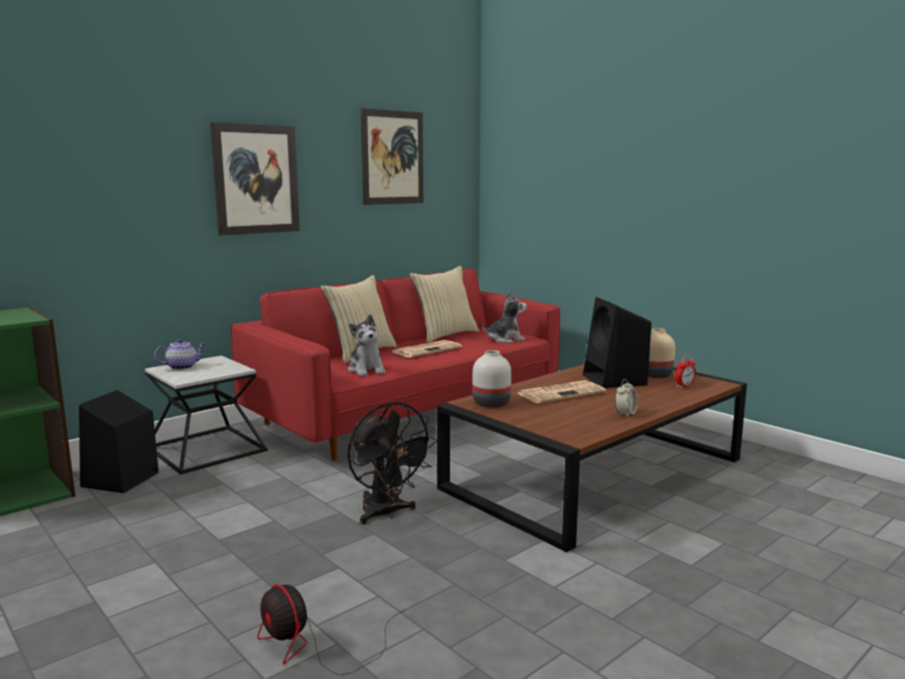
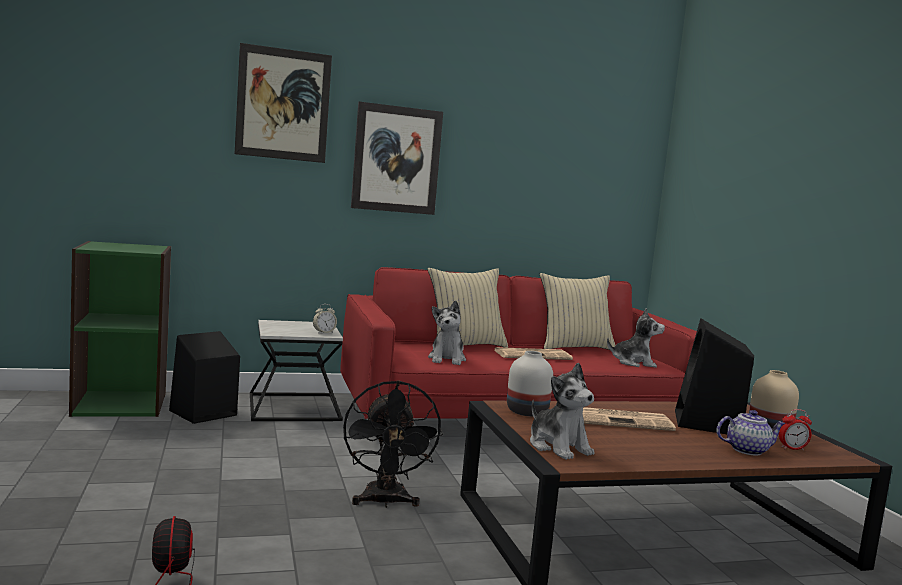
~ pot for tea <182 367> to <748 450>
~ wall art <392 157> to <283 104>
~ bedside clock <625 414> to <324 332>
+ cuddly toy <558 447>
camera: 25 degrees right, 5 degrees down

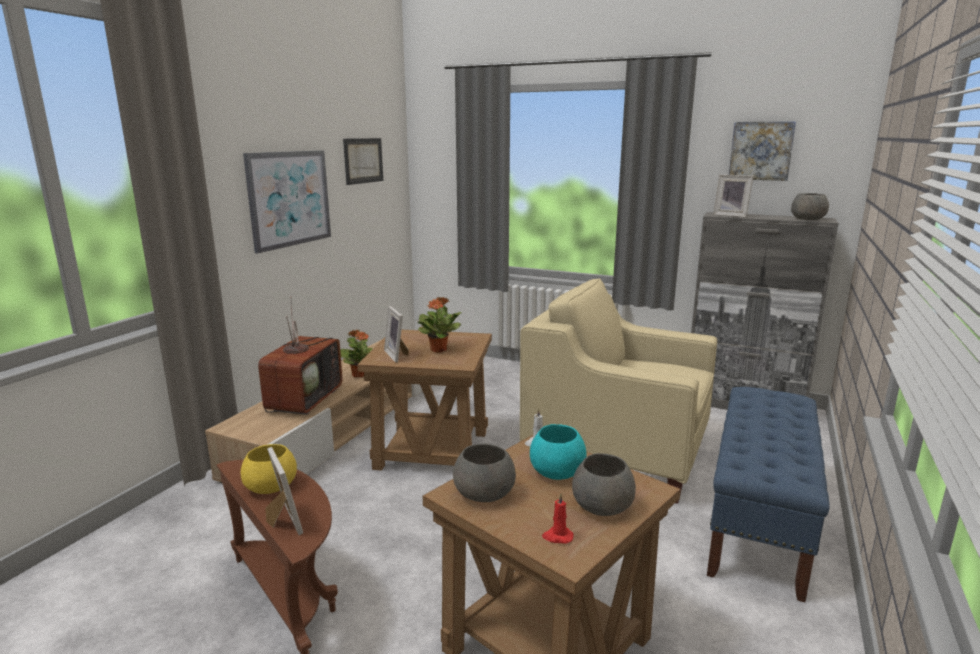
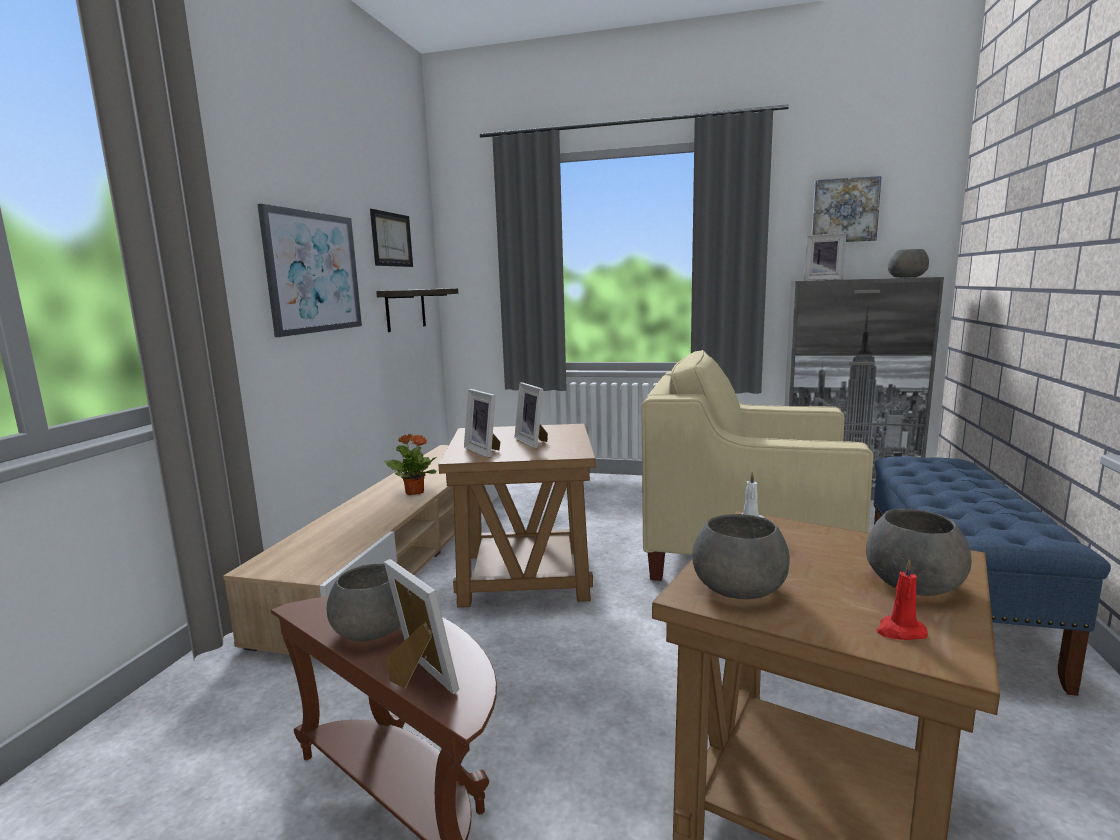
~ deep dish (yellowish) <272 486> to deep dish (greyish) <374 628>
- television <304 399>
~ potted plant <439 349> to picture frame <533 442>
- deep dish (turquoise-coloured) <556 472>
+ shelf <405 309>
camera: 10 degrees left, 5 degrees down

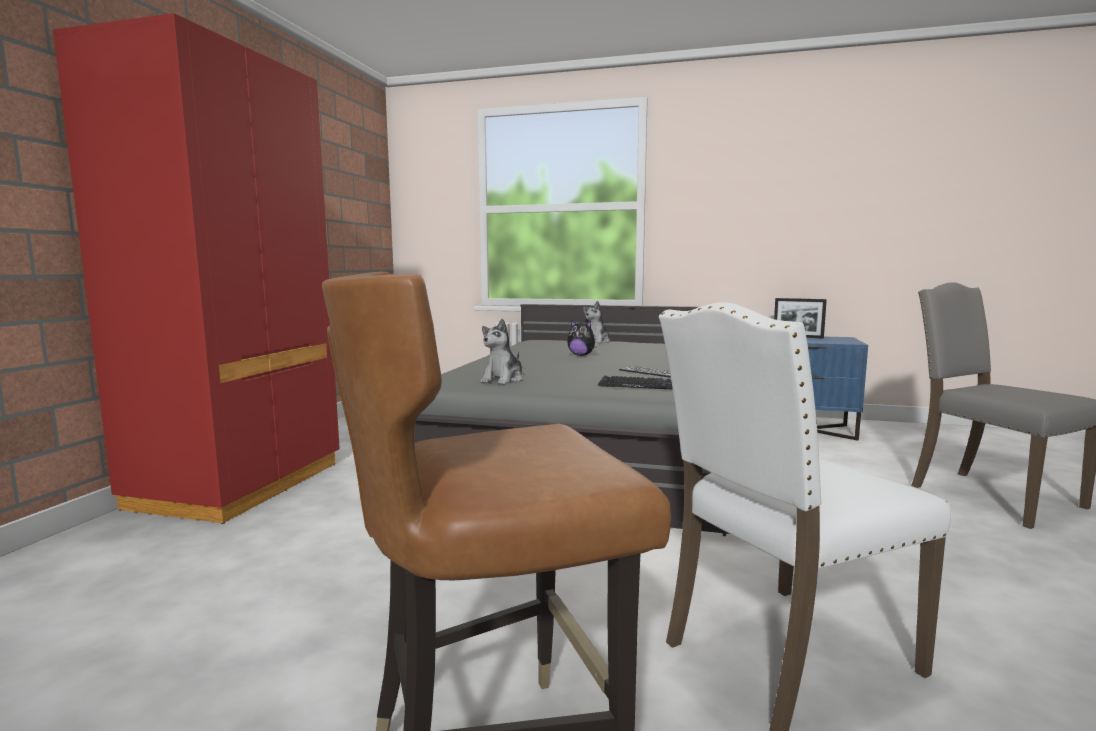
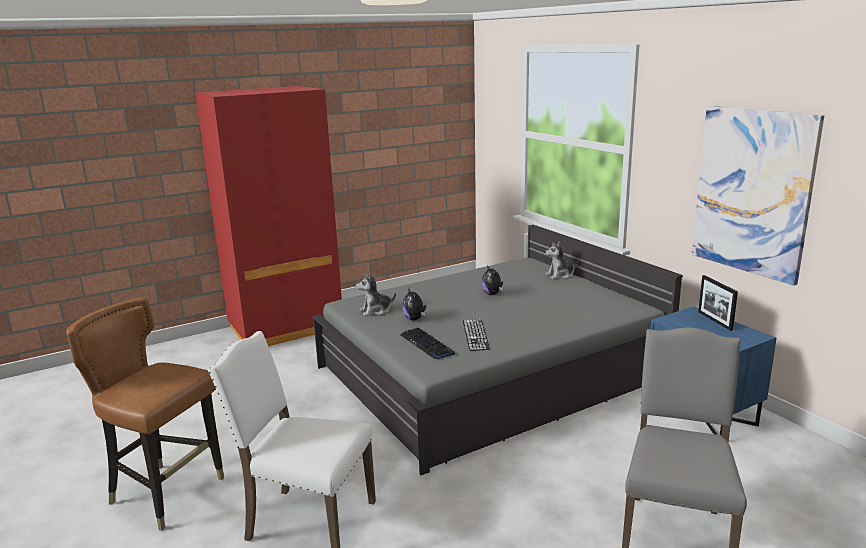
+ cuddly toy <414 319>
+ wall art <752 192>
camera: 45 degrees right, 10 degrees up

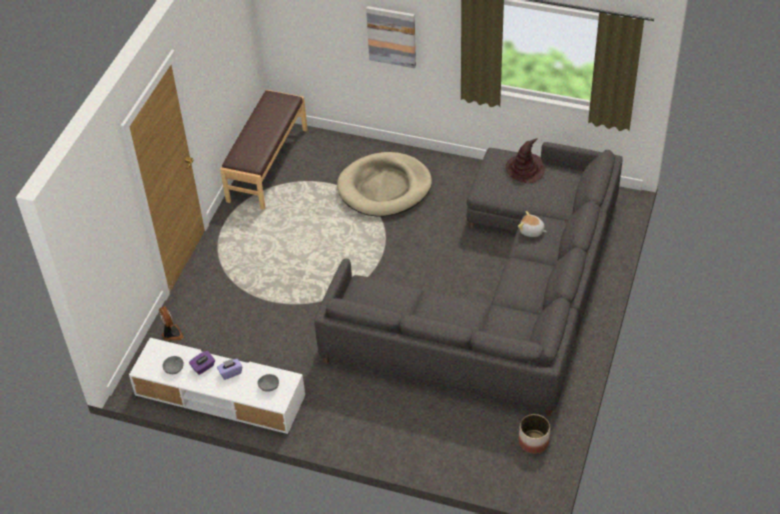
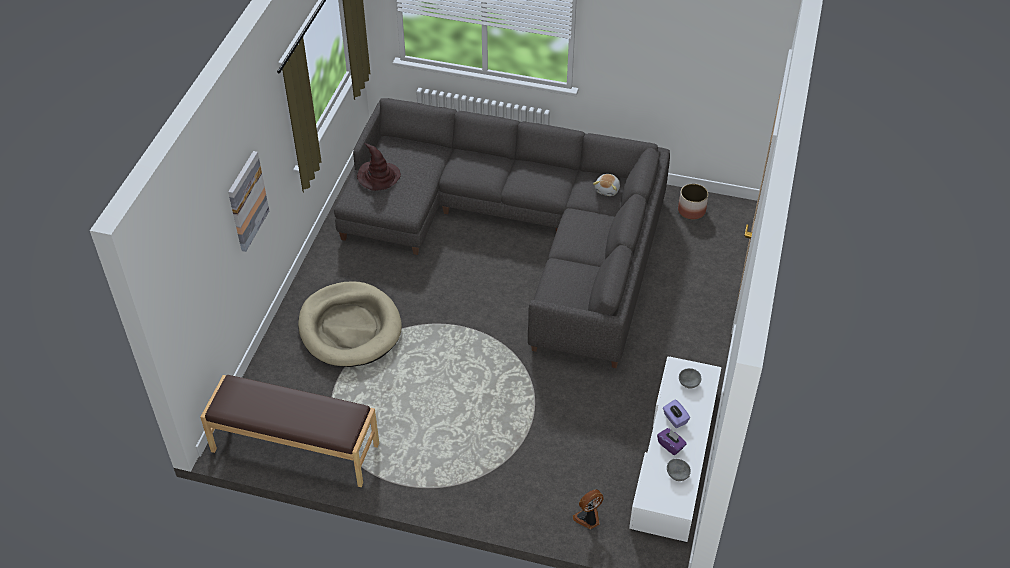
~ cuddly toy <531 231> to <607 190>
camera: 95 degrees left, 0 degrees up

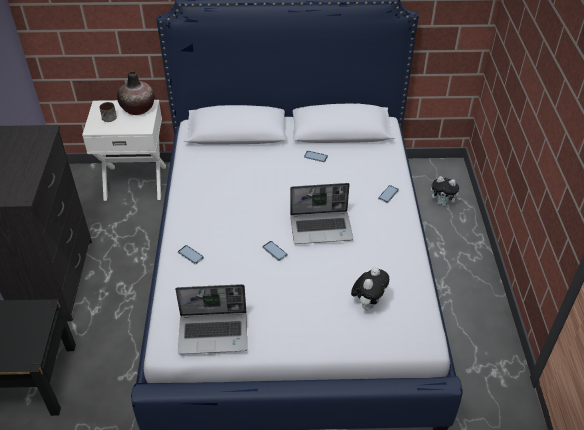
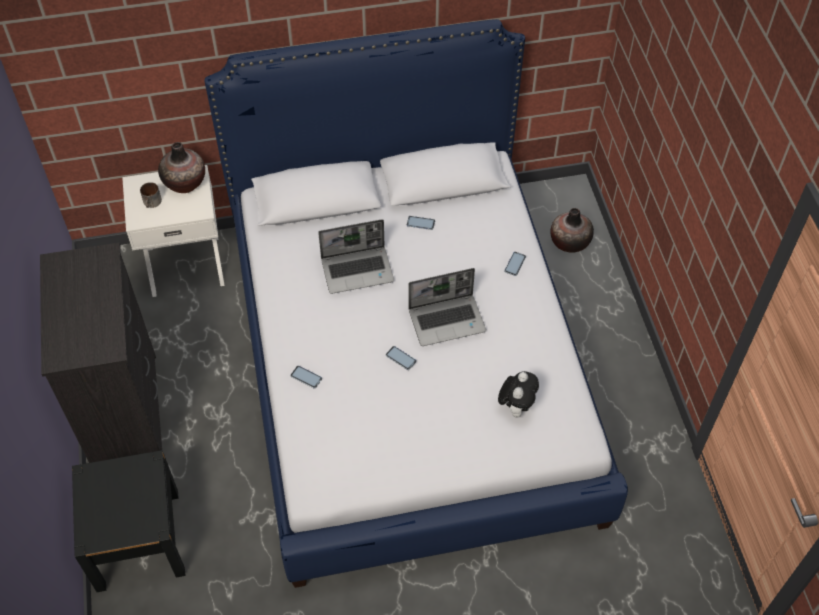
~ notebook computer <214 333> to <358 270>
~ cuddly toy <443 203> to vase <569 242>
camera: 10 degrees left, 10 degrees up

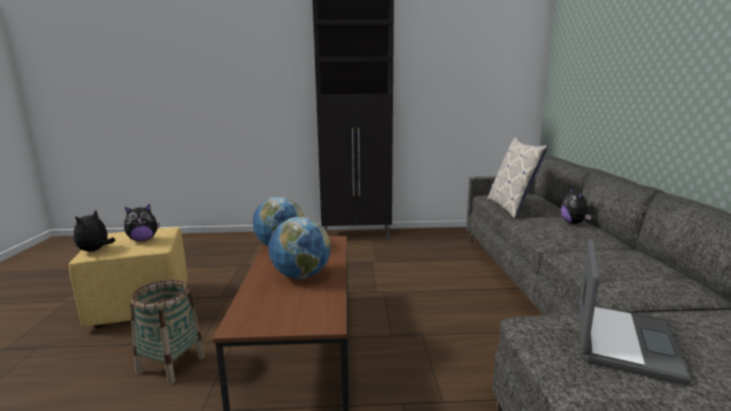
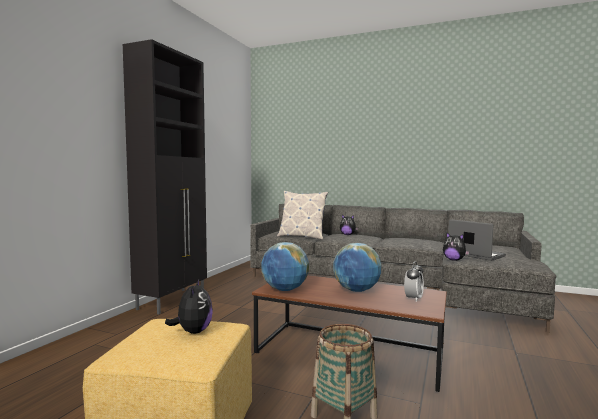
~ cuddly toy <95 250> to <454 260>
+ bedside clock <413 298>
camera: 65 degrees left, 10 degrees down

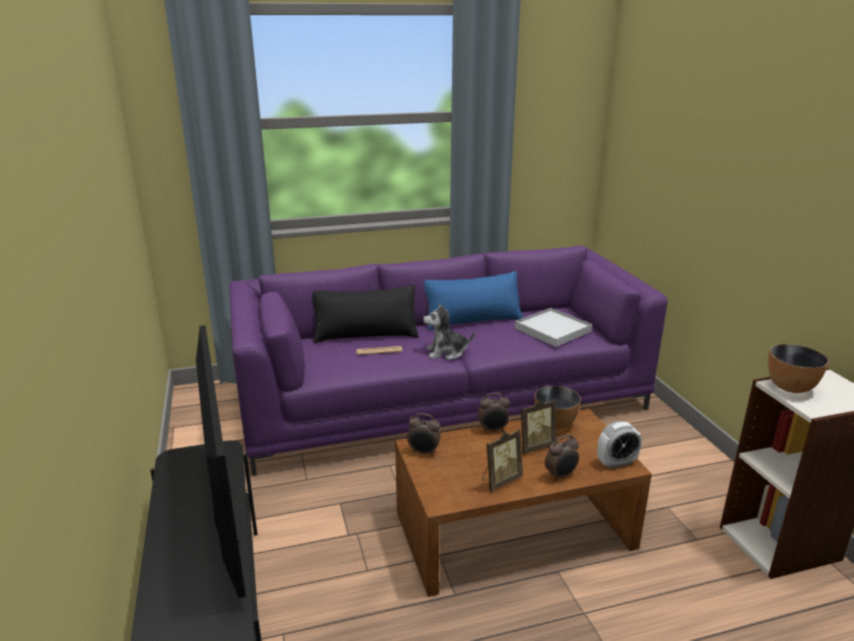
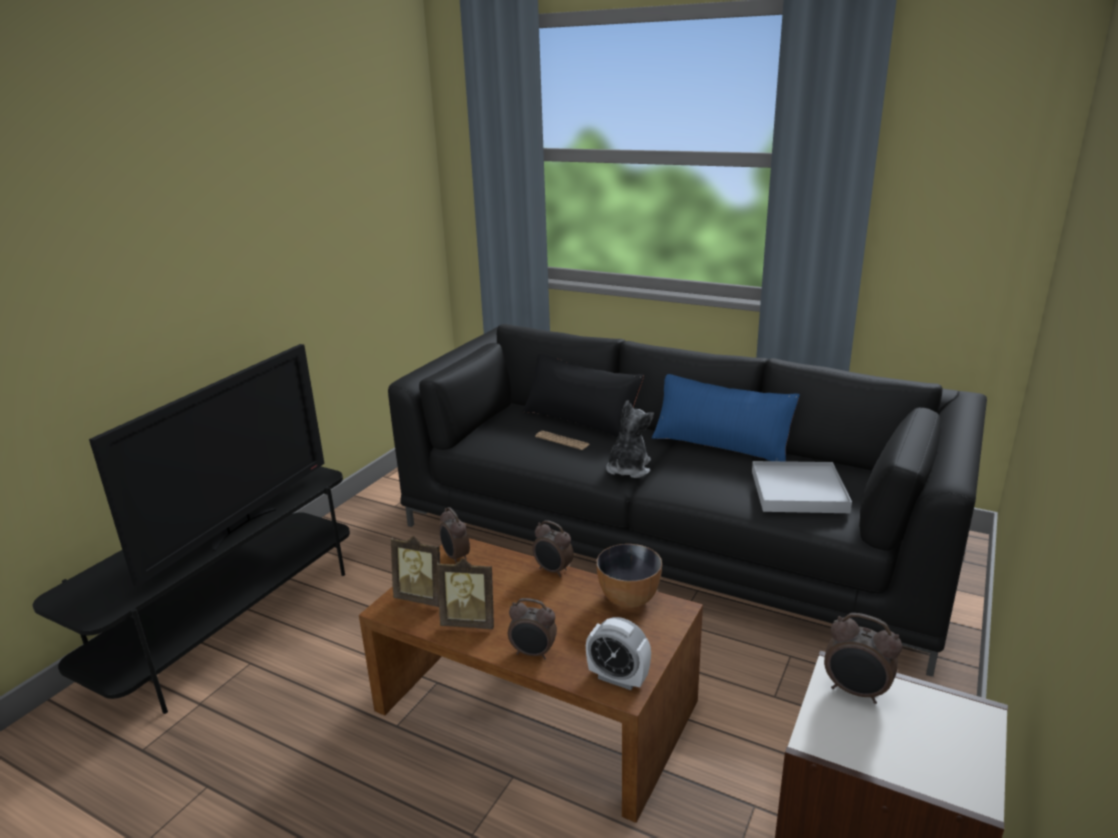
~ couch (purple) <442 400> to couch (blackish) <668 537>
~ cuddly toy <446 352> = <628 468> 75 degrees clockwise
~ picture frame <534 446> to <422 597>
~ deep dish <790 387> to bedside clock <856 692>
camera: 45 degrees right, 0 degrees up

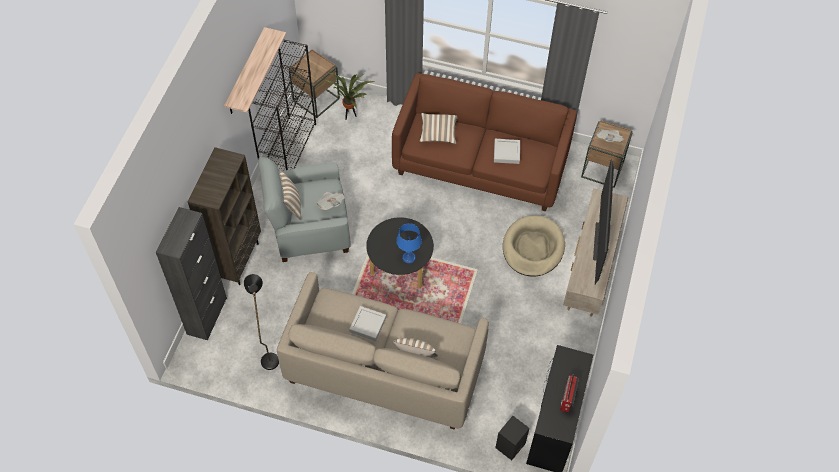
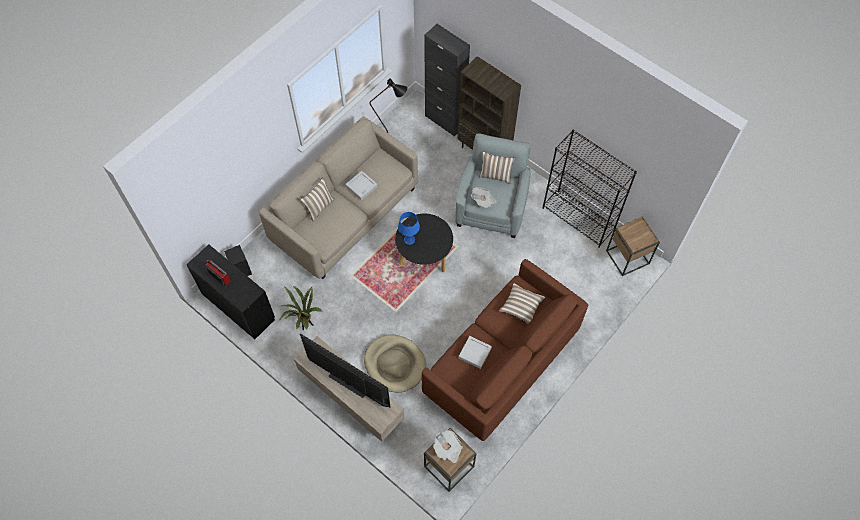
- shelf <246 73>
~ potted plant <350 116> to <306 325>
camera: 115 degrees right, 5 degrees up

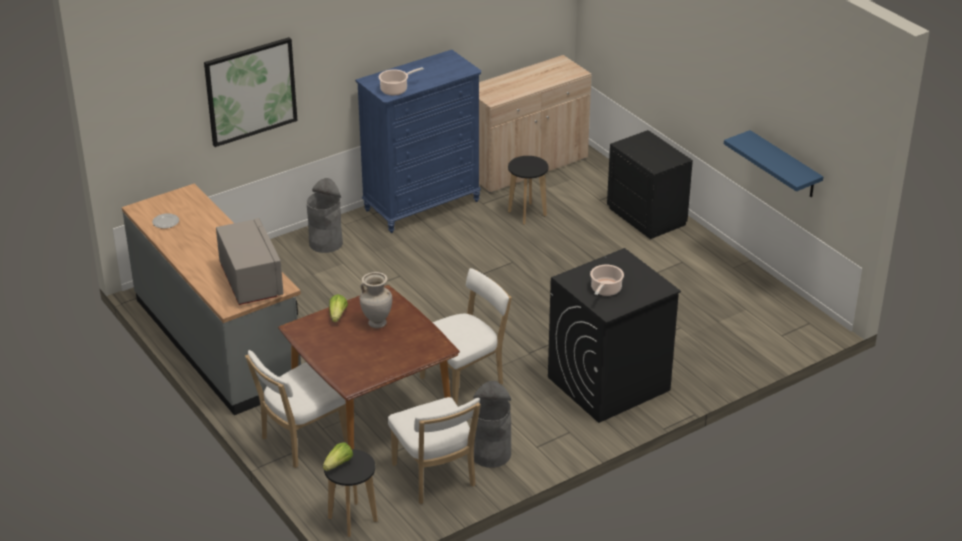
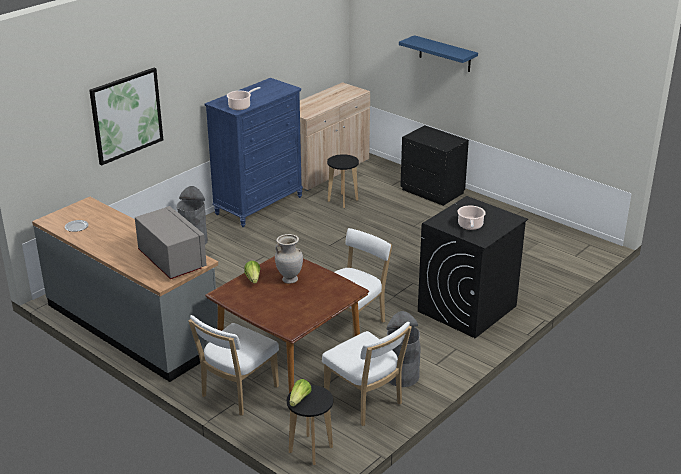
~ shelf (blue-coloured) <784 165> to <445 54>
camera: 15 degrees left, 5 degrees down

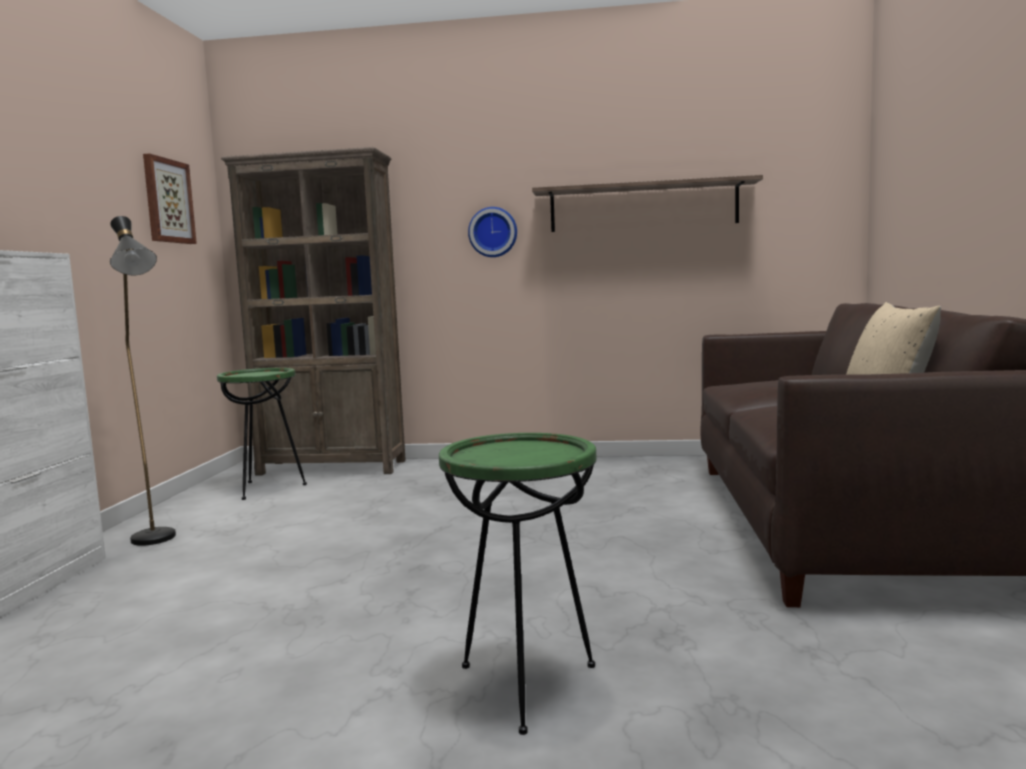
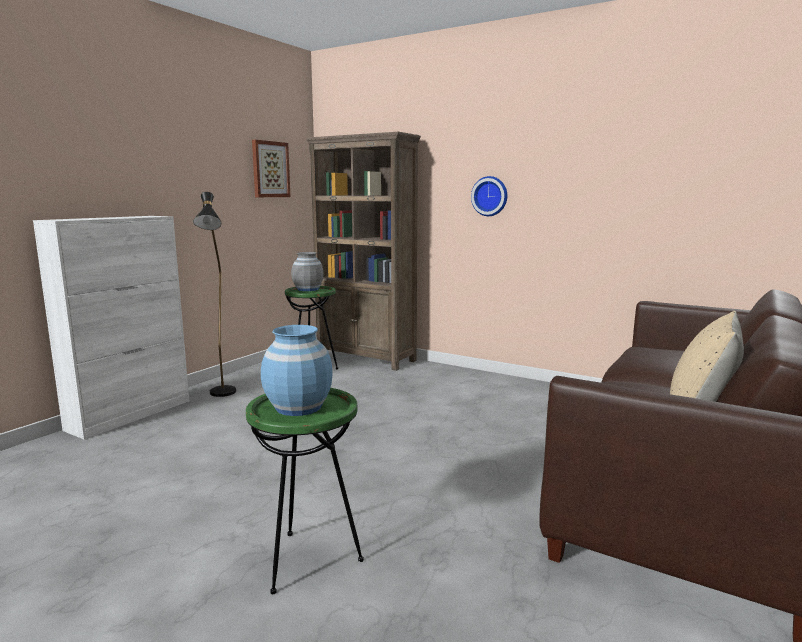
- shelf <643 206>
+ vase (blue-coloured) <299 407>
+ vase (greyish) <308 289>
camera: 25 degrees right, 5 degrees up

